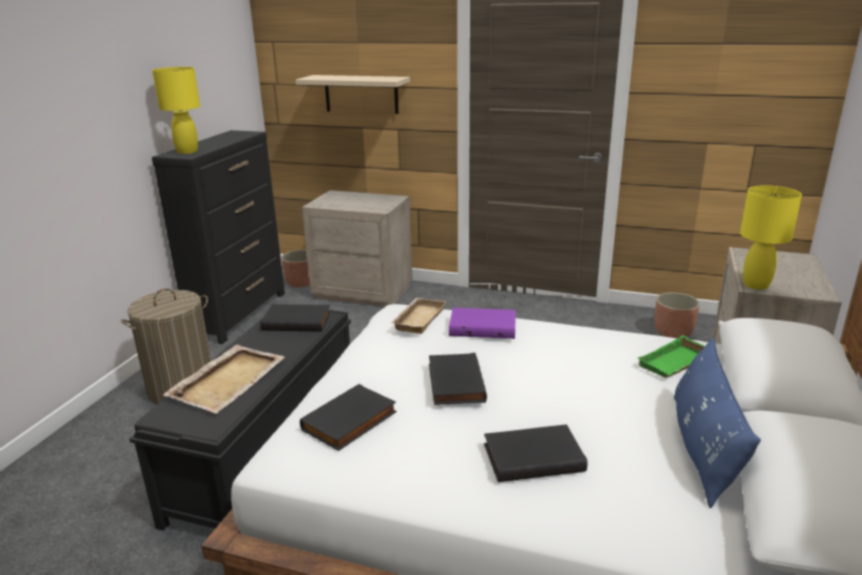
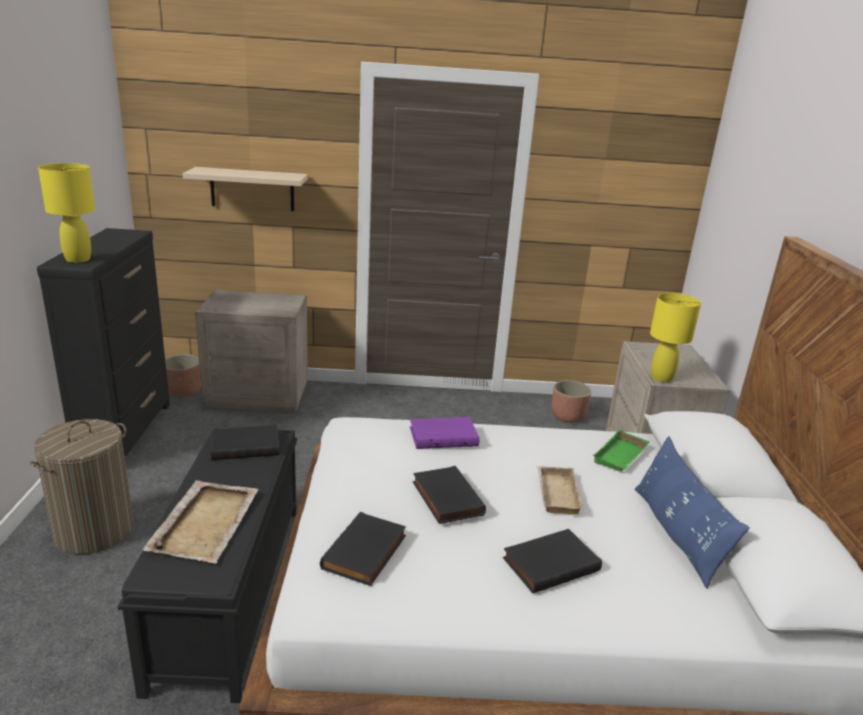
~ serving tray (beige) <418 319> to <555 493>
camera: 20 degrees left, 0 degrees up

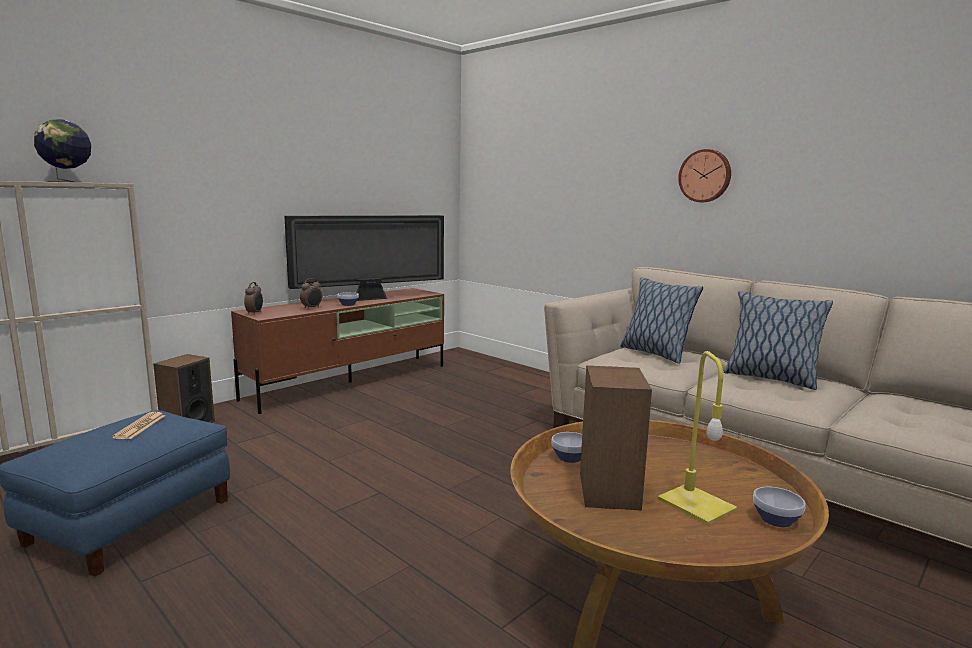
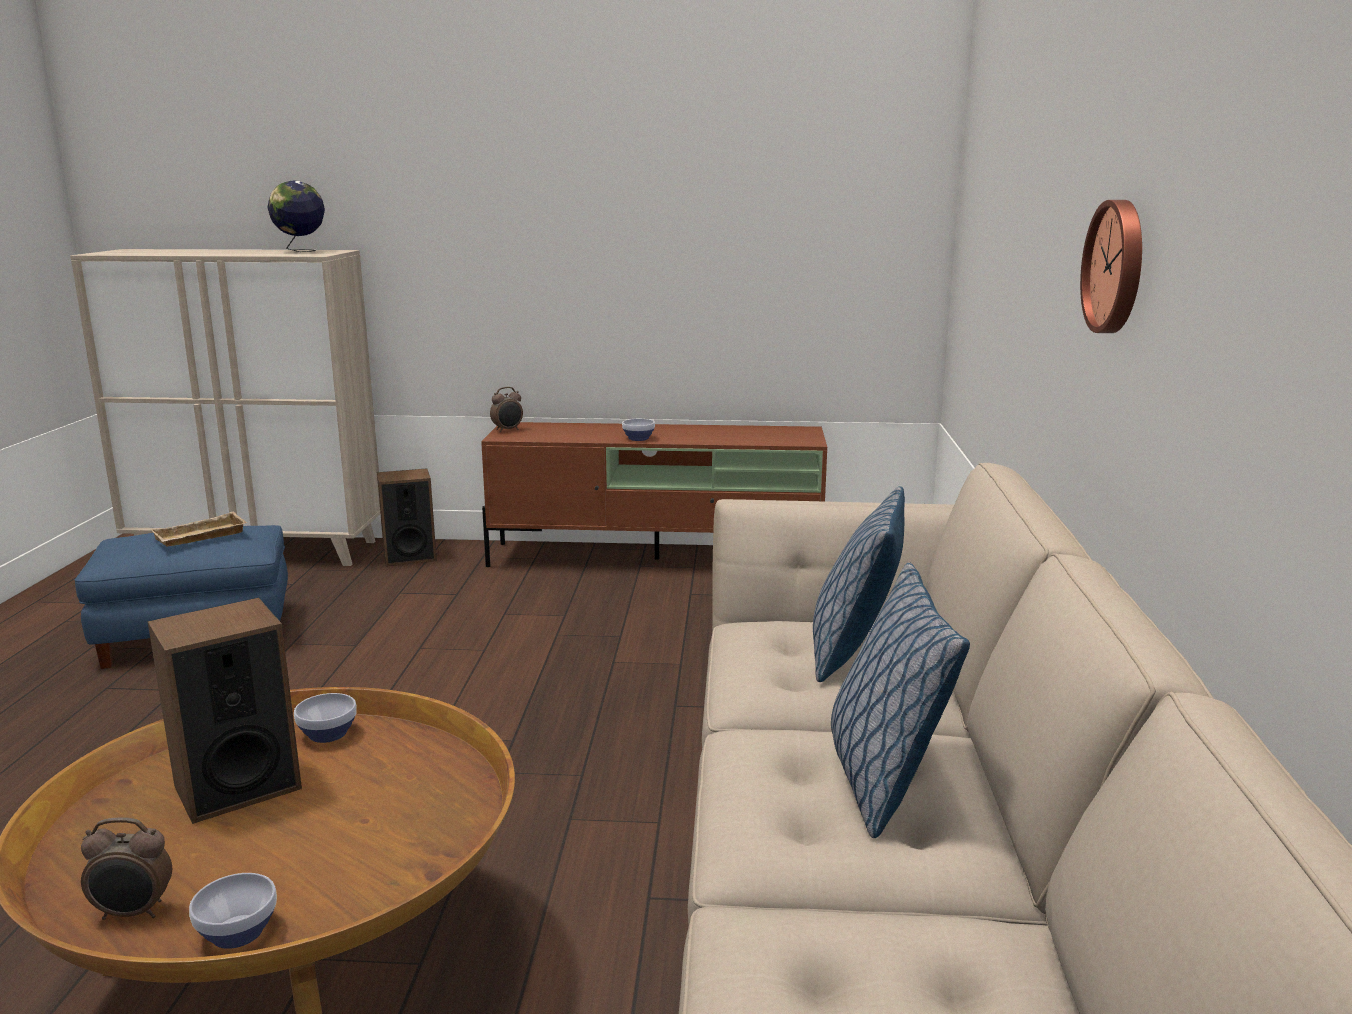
~ daily paper <140 426> to serving tray (beige) <200 537>
- television <371 298>
~ bedside clock <312 308> to <133 913>
- table lamp (yellowish) <694 504>
camera: 50 degrees right, 5 degrees up

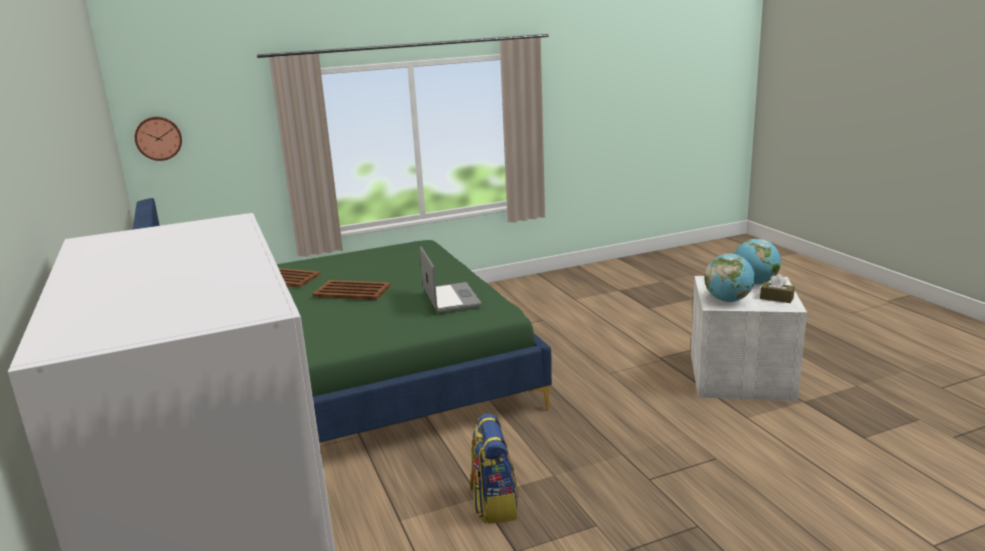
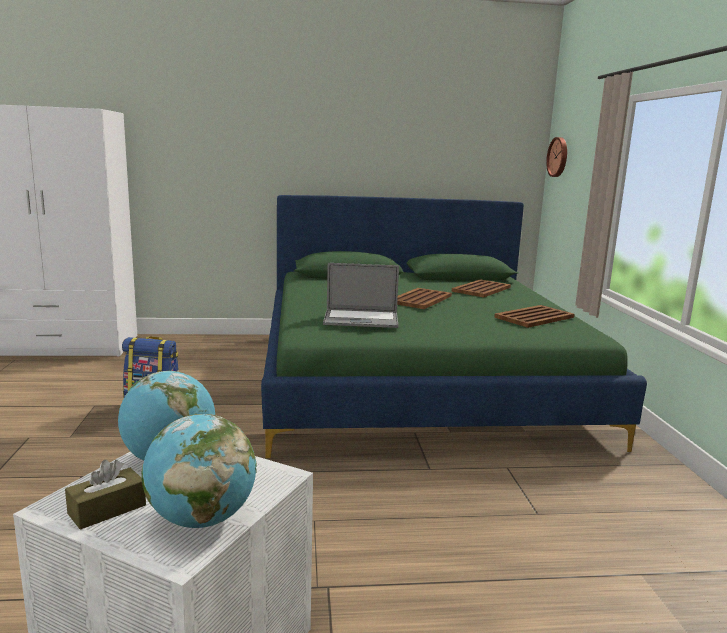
+ serving tray (brownish) <535 317>
camera: 105 degrees right, 5 degrees down

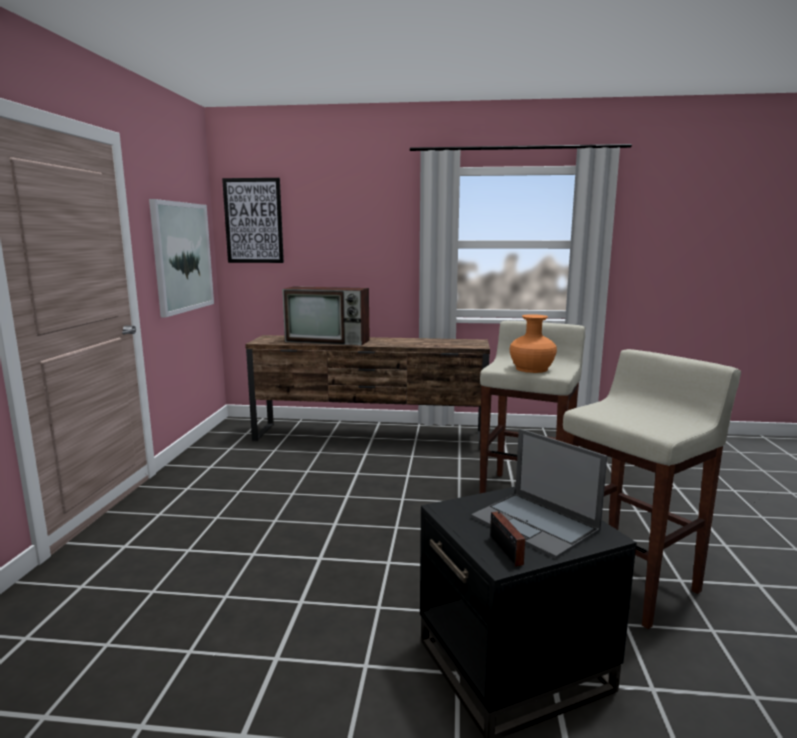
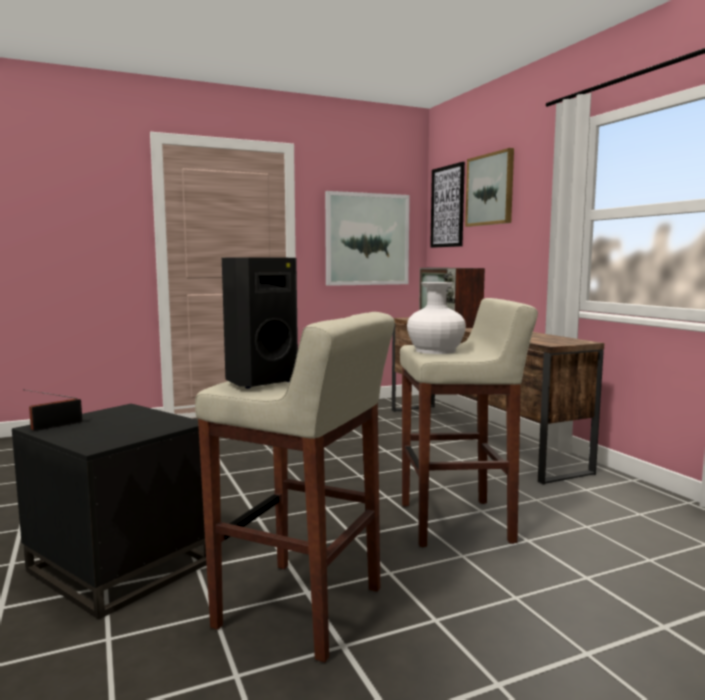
- notebook computer <536 524>
~ vase (orange-coloured) <531 369> to vase (whitish) <435 350>
+ speaker (blackish) <259 382>
+ wall art <490 189>
camera: 60 degrees right, 5 degrees down

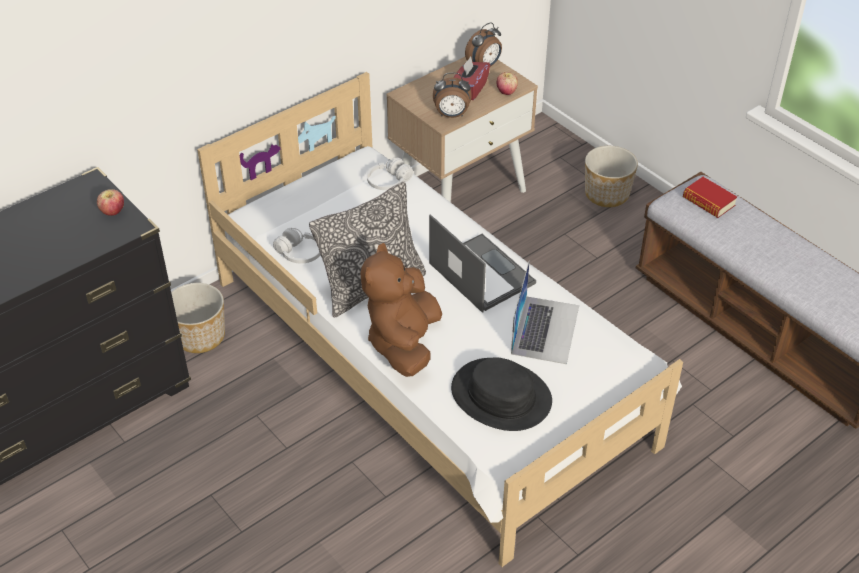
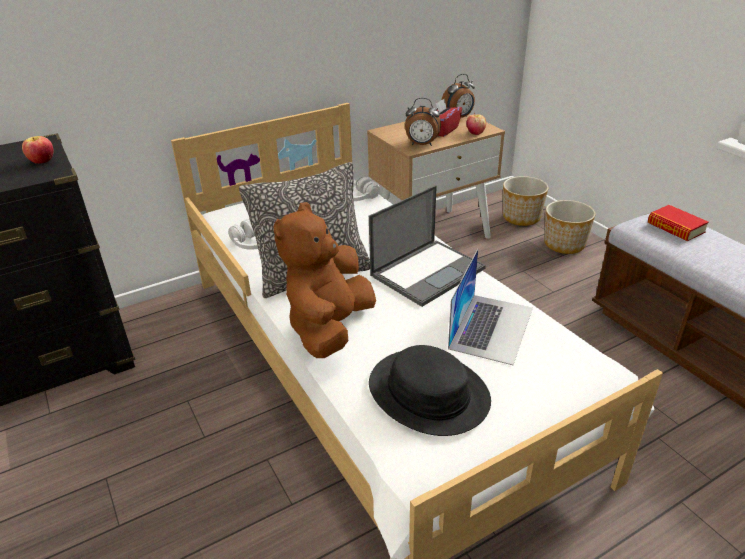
~ plant pot <201 336> to <522 217>
~ notebook computer <480 273> = <428 271> 75 degrees clockwise
camera: 10 degrees right, 10 degrees down

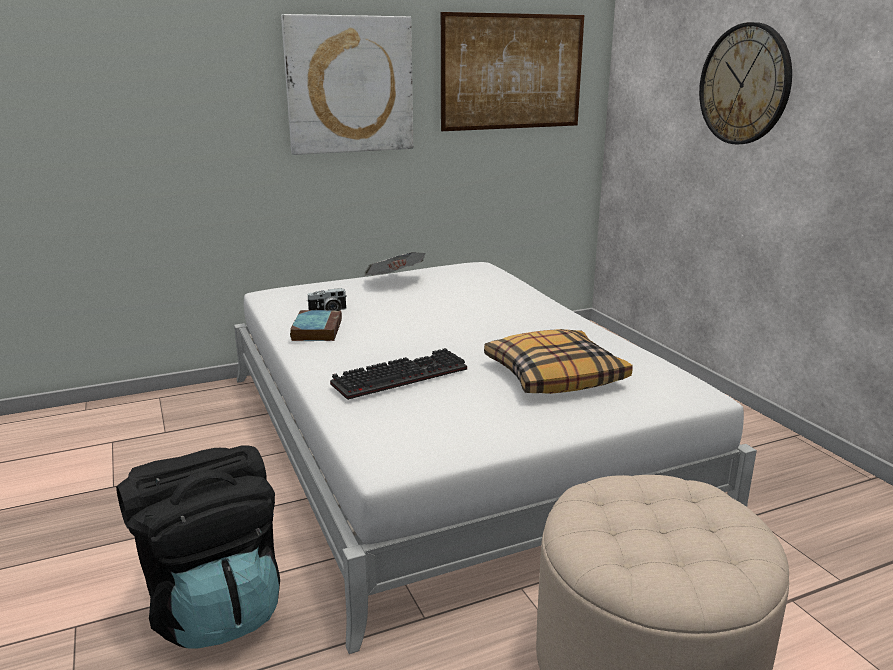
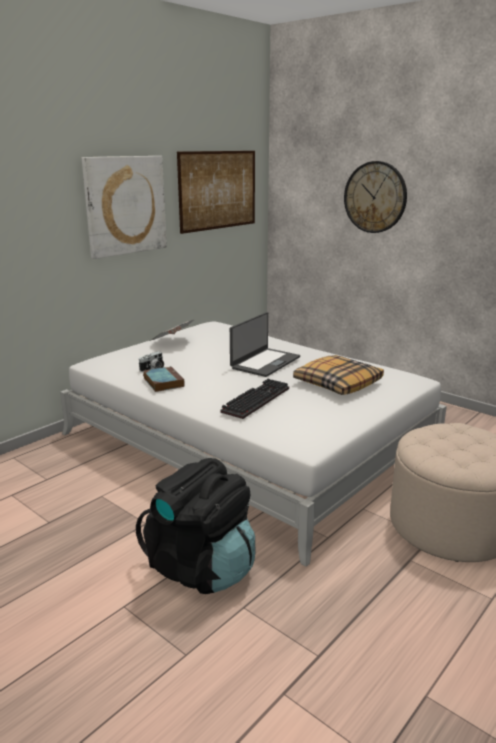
+ notebook computer <265 362>
camera: 25 degrees left, 0 degrees up

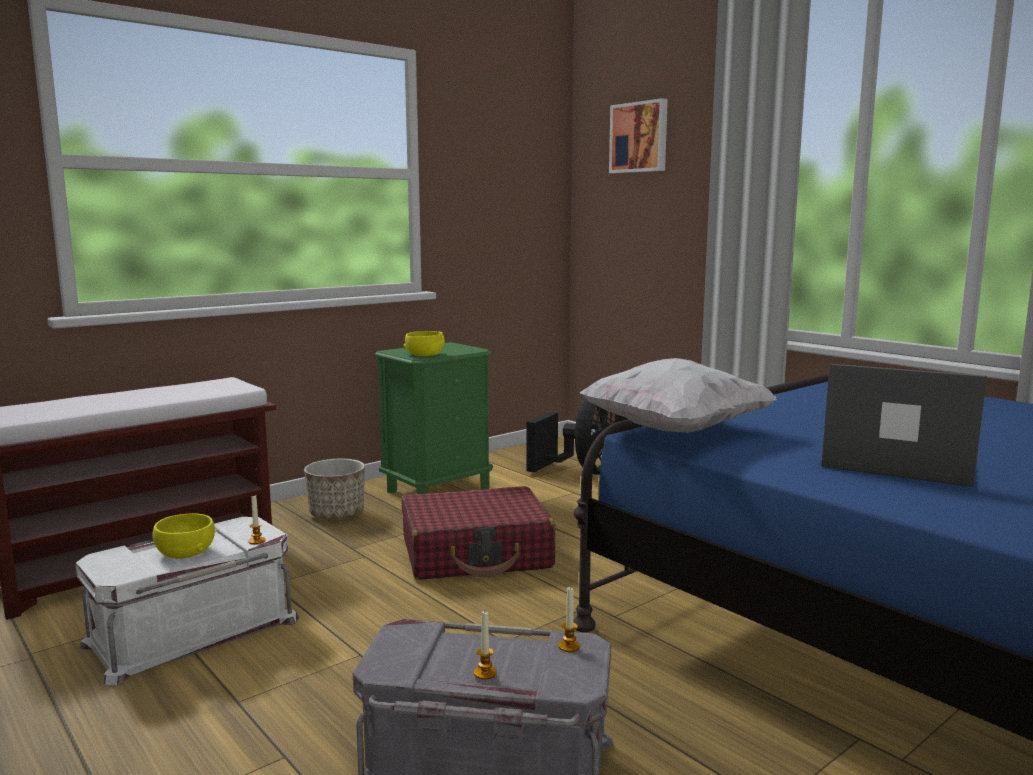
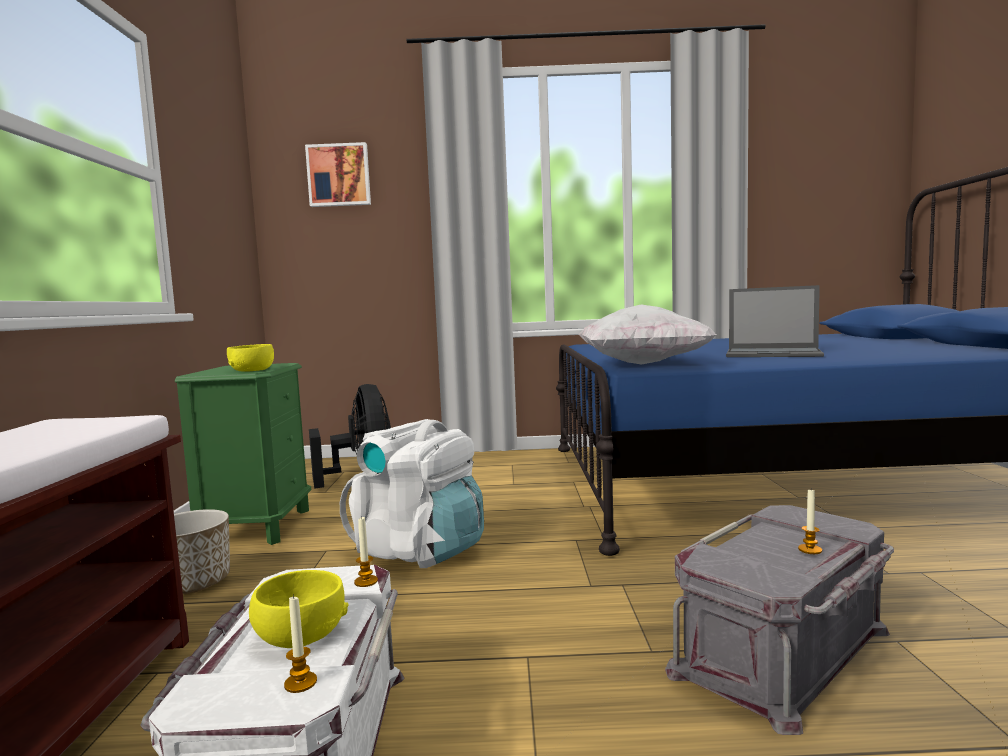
~ suitcase (red) <476 554> to rucksack (whitish) <420 550>
~ wax light <569 646> to <300 683>
~ notebook computer <895 463> = <774 354> 135 degrees counterclockwise
camera: 50 degrees left, 5 degrees down

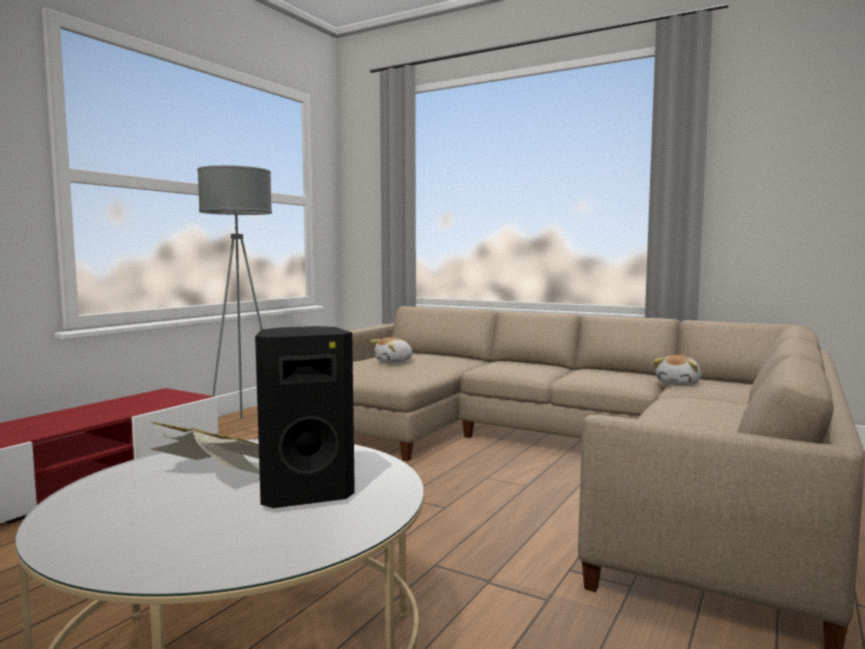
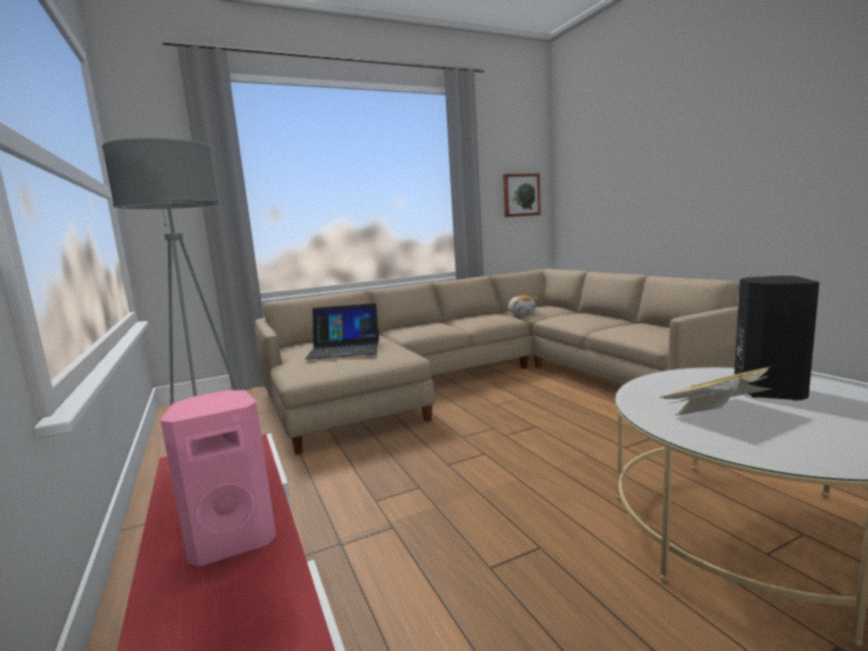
~ cuddly toy <394 362> to notebook computer <344 348>
+ speaker (pinkish) <233 539>
+ wall art <521 195>
camera: 55 degrees left, 5 degrees up

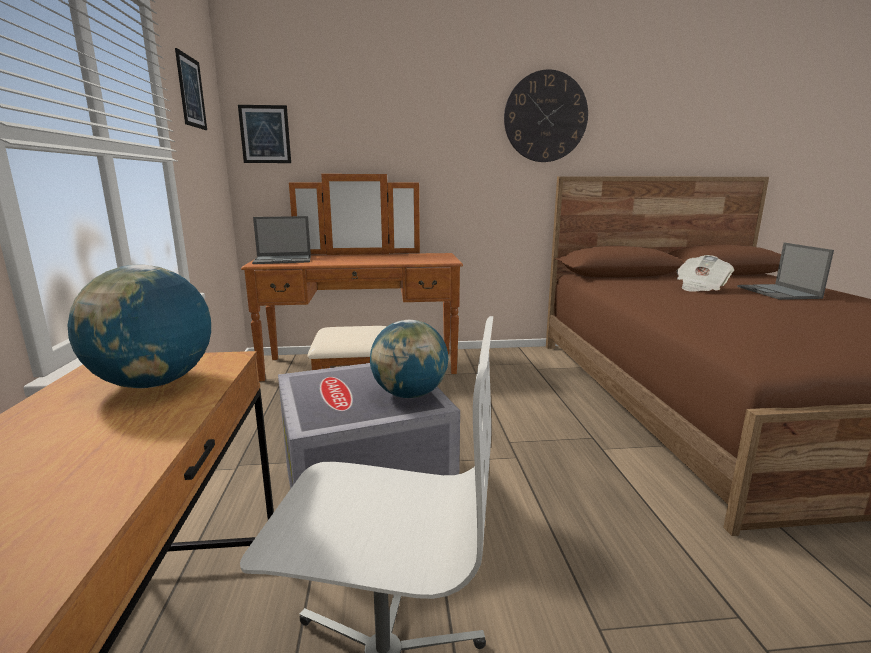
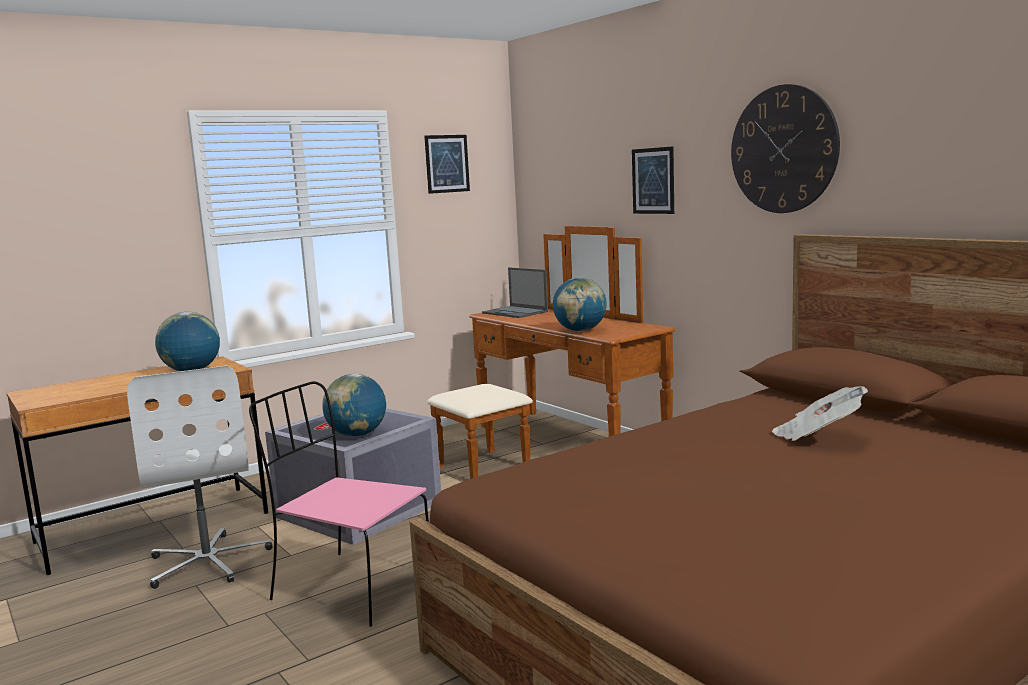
~ wall art <265 134> to <653 181>
- notebook computer <778 292>
+ chair (pinkish) <350 587>
+ world globe <580 330>
camera: 60 degrees right, 5 degrees down

